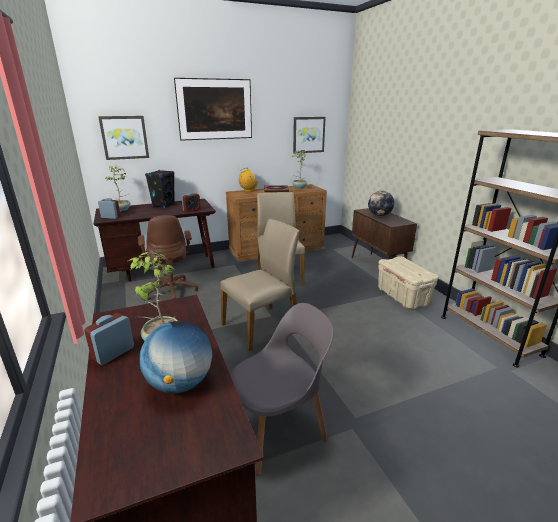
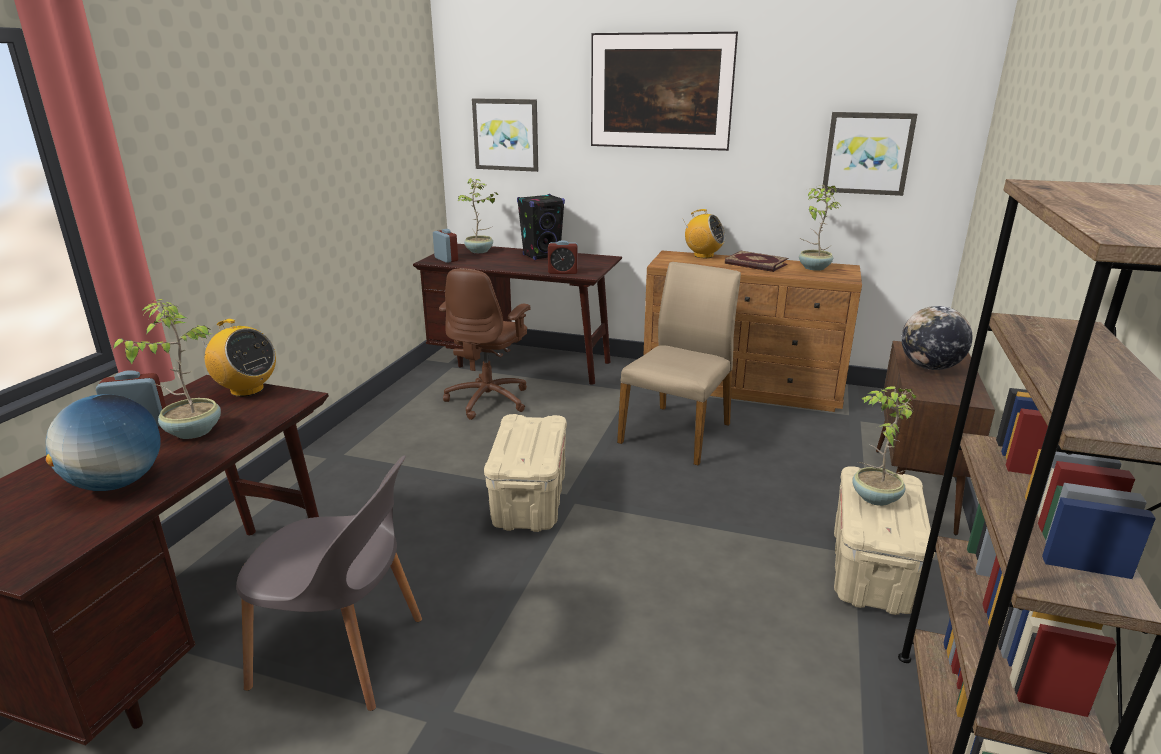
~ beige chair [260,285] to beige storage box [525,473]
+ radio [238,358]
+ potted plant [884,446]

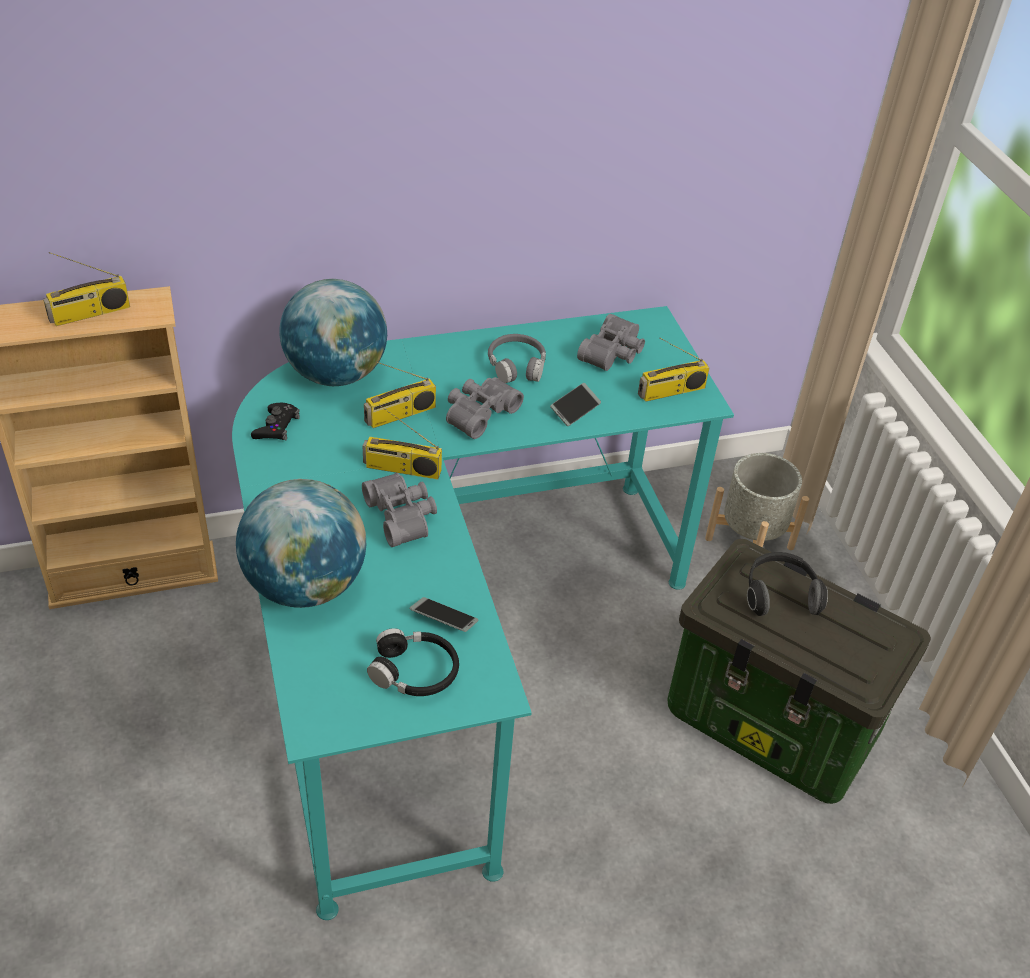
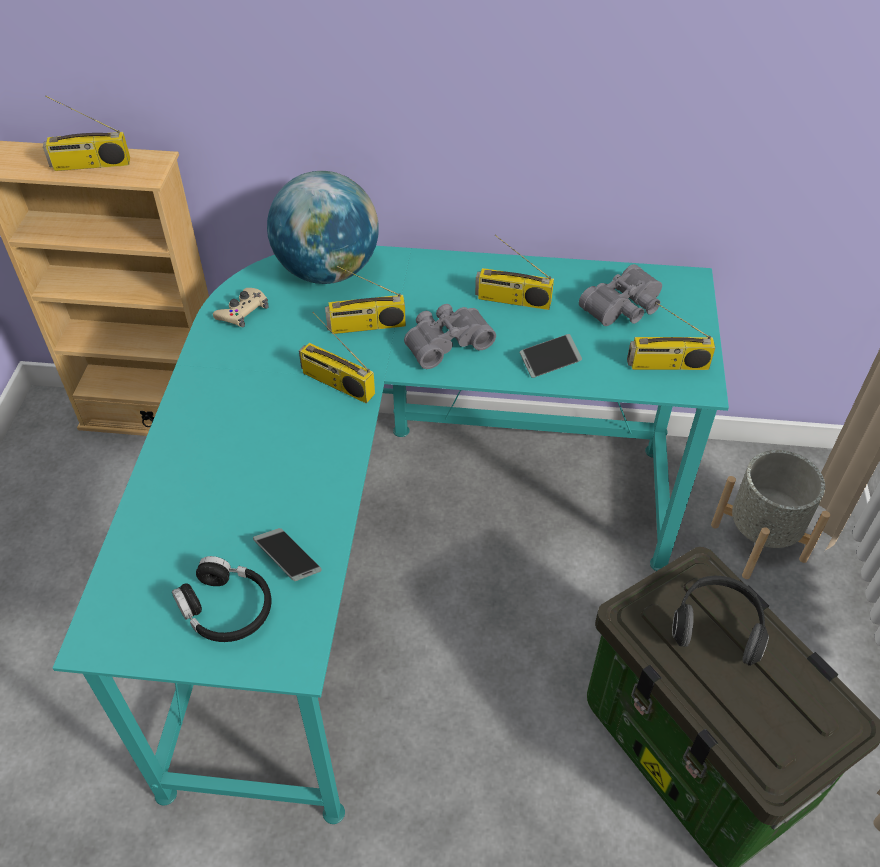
- globe [301,543]
~ black game controller [275,421] to beige game controller [241,308]
- grey binoculars [399,510]
~ grey headphones [517,358] to radio [514,272]

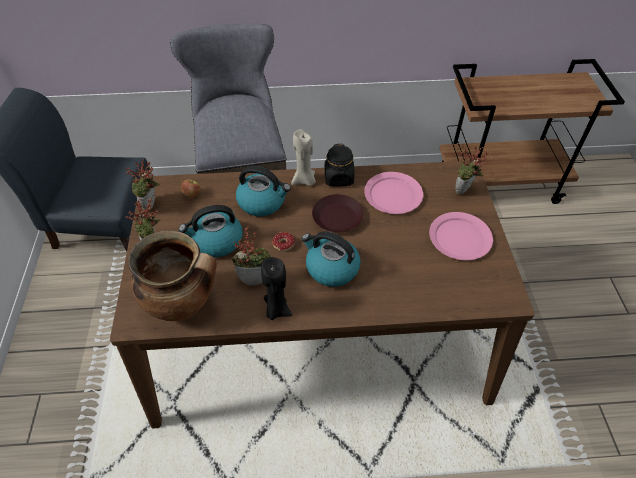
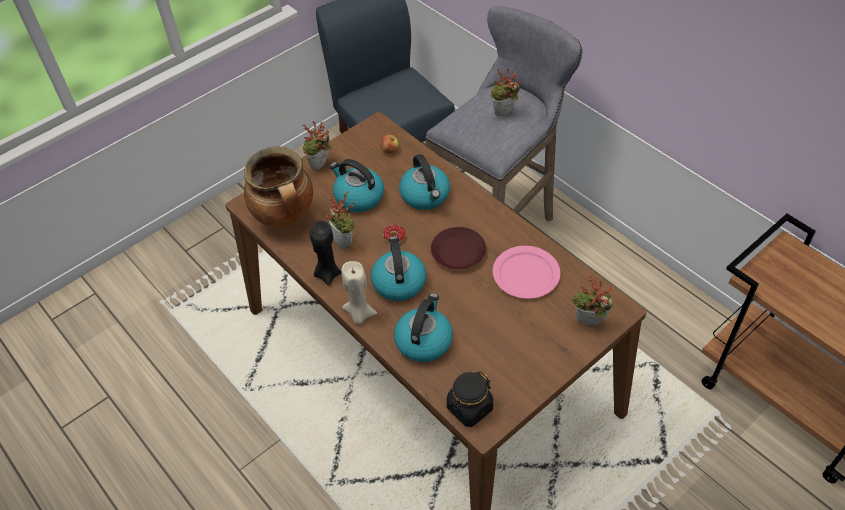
~ potted plant [143,184] to [505,92]
~ beige candle [303,157] to [359,292]
~ black jar [340,165] to [470,399]
- pink plate [461,236]
+ kettle [423,327]

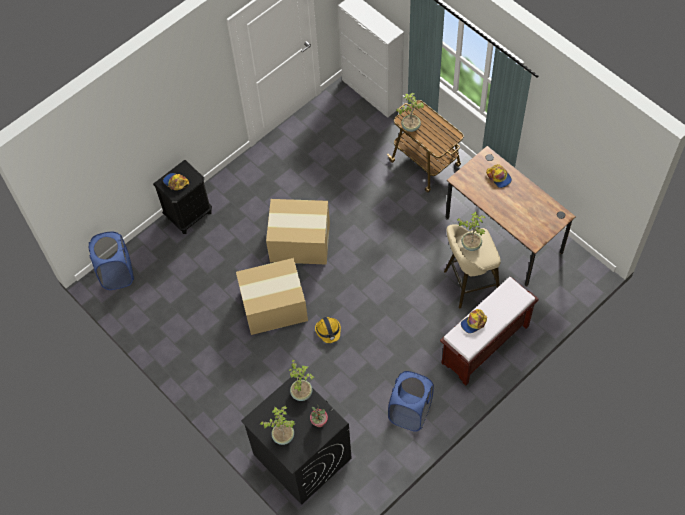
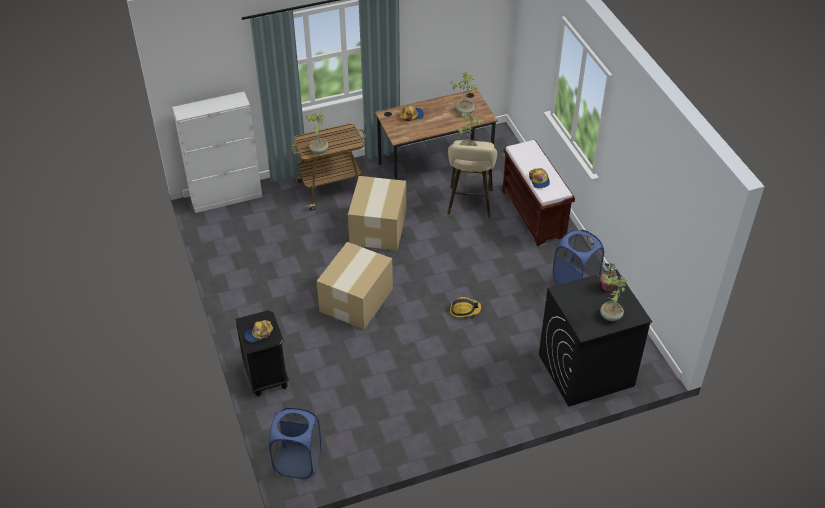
~ cardboard box [272,296] to [377,213]
~ potted plant [301,380] to [464,93]

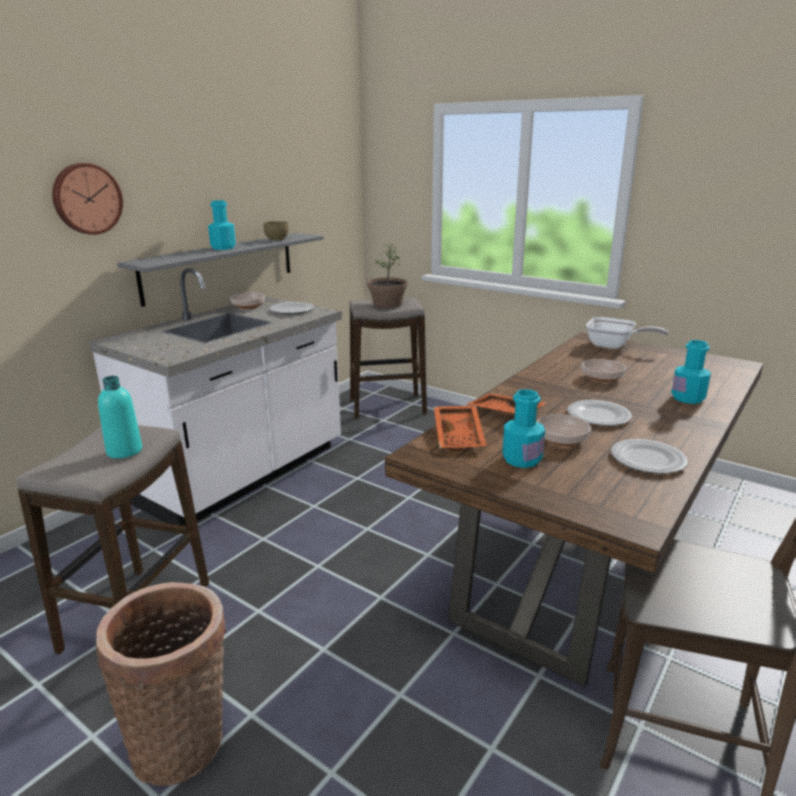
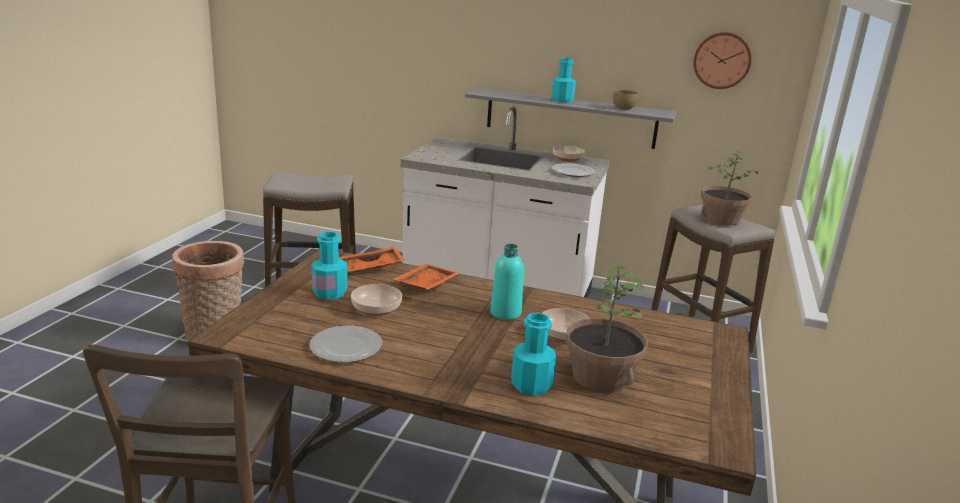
~ wall clock [87,199] to [722,60]
~ turquoise bottle [120,417] to [507,282]
- plate [599,413]
- frying pan [627,333]
+ potted plant [607,329]

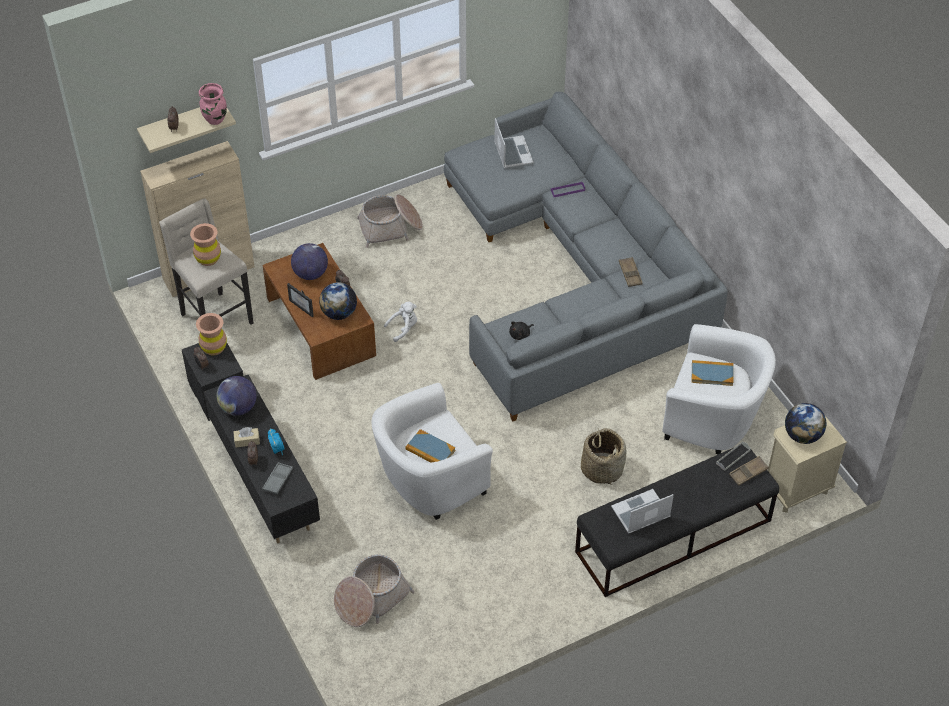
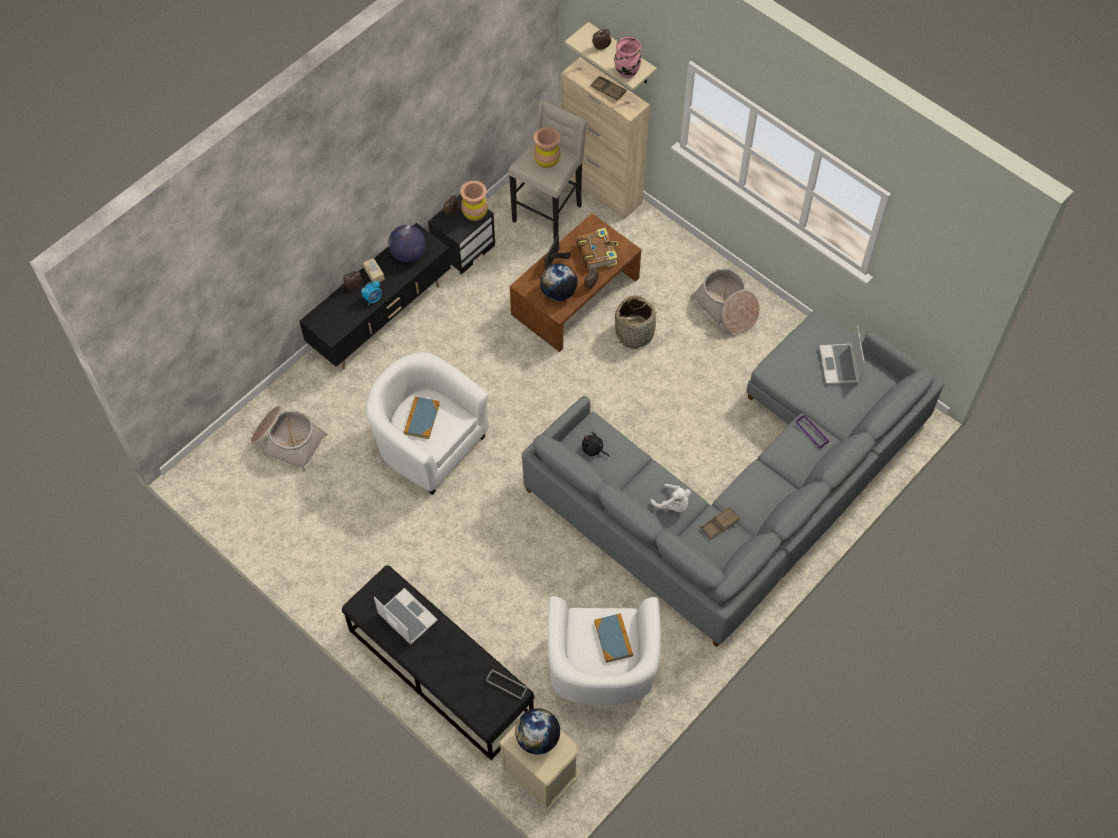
- grey tray [277,478]
~ globe [309,261] to book [597,249]
~ white plush toy [400,322] to [670,498]
~ laptop [513,143] = [842,355] 120 degrees clockwise
~ basket [603,456] to [637,322]
~ brown tray [749,471] to [608,88]

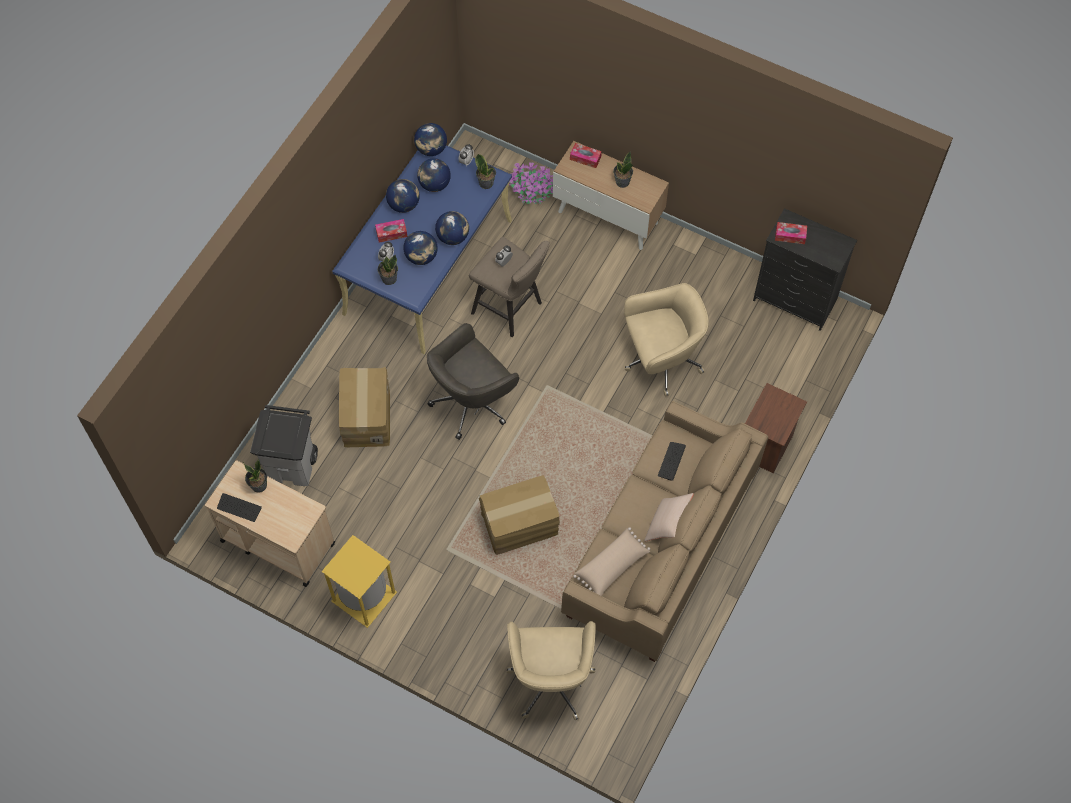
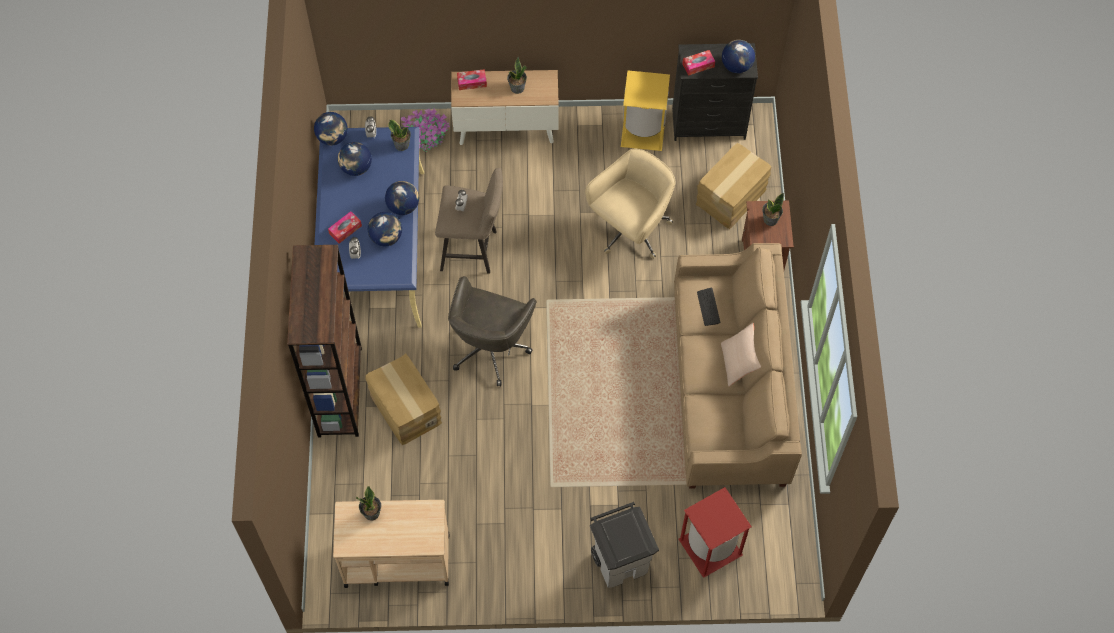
- keyboard [239,507]
~ grey trash can [284,445] to [624,545]
~ yellow trash can [359,581] to [645,110]
~ potted plant [387,270] to [773,209]
~ globe [403,196] to [738,56]
~ cardboard box [519,515] to [734,186]
~ beige office chair [551,670] to red trash can [715,532]
- beige pillow [611,561]
+ brown bookcase [324,341]

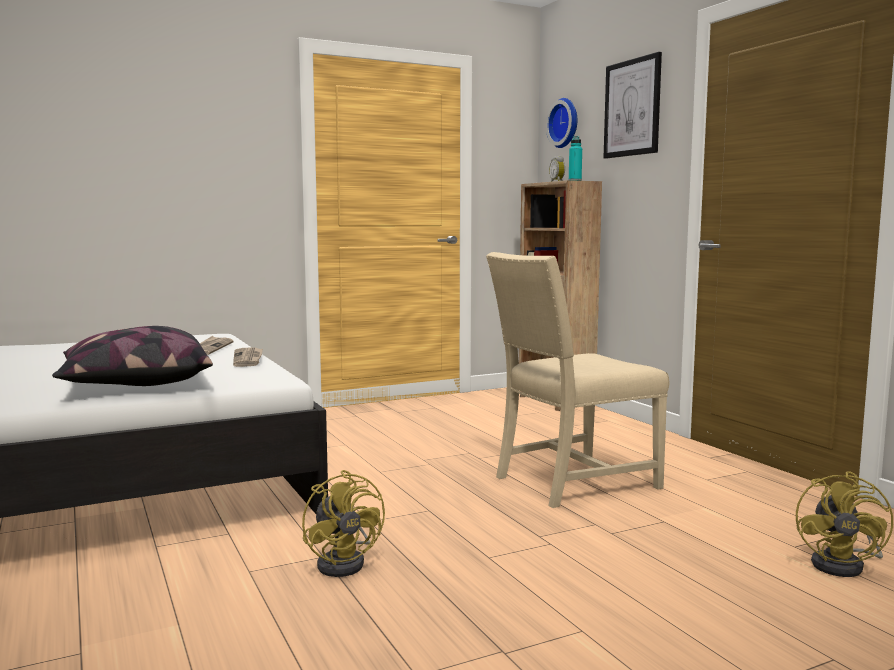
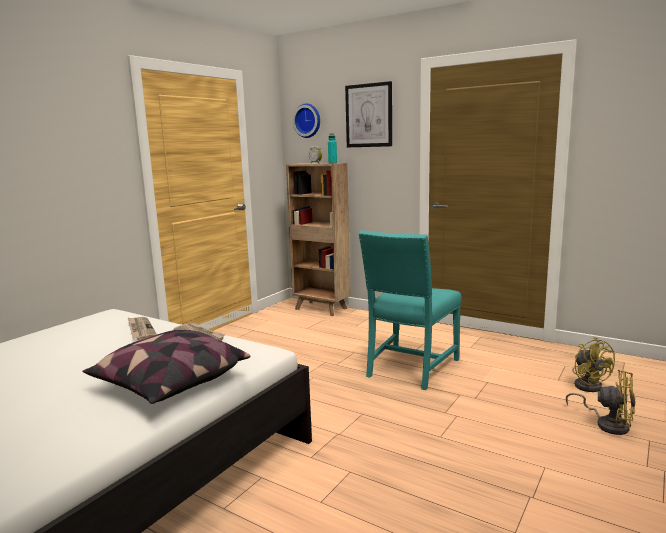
~ yellow fan [343,523] to [601,402]
~ beige chair [577,380] to turquoise chair [410,310]

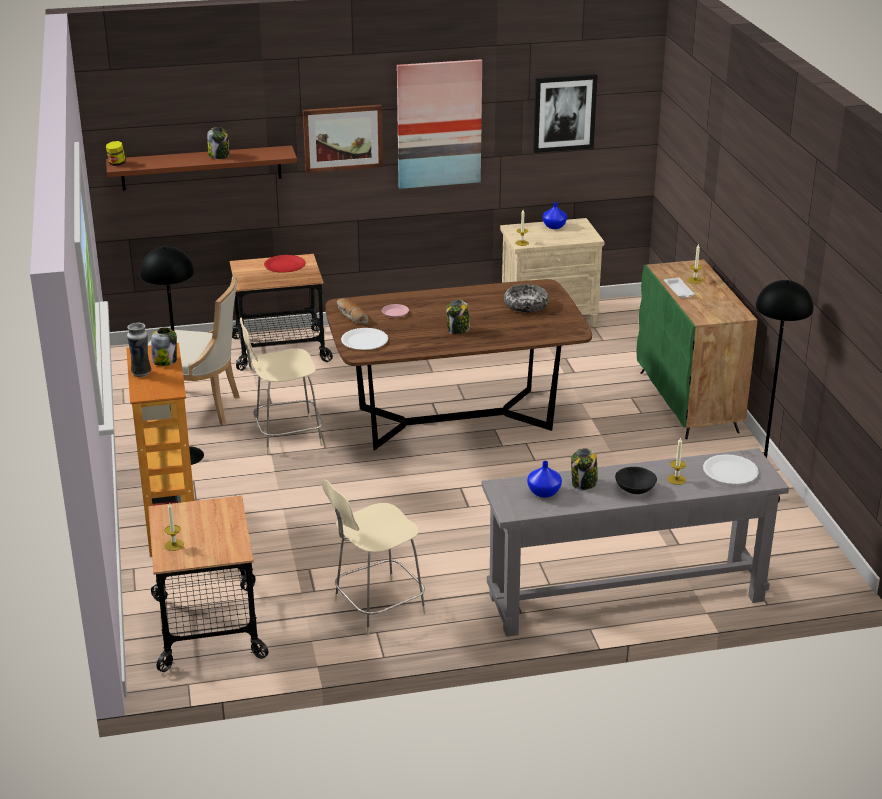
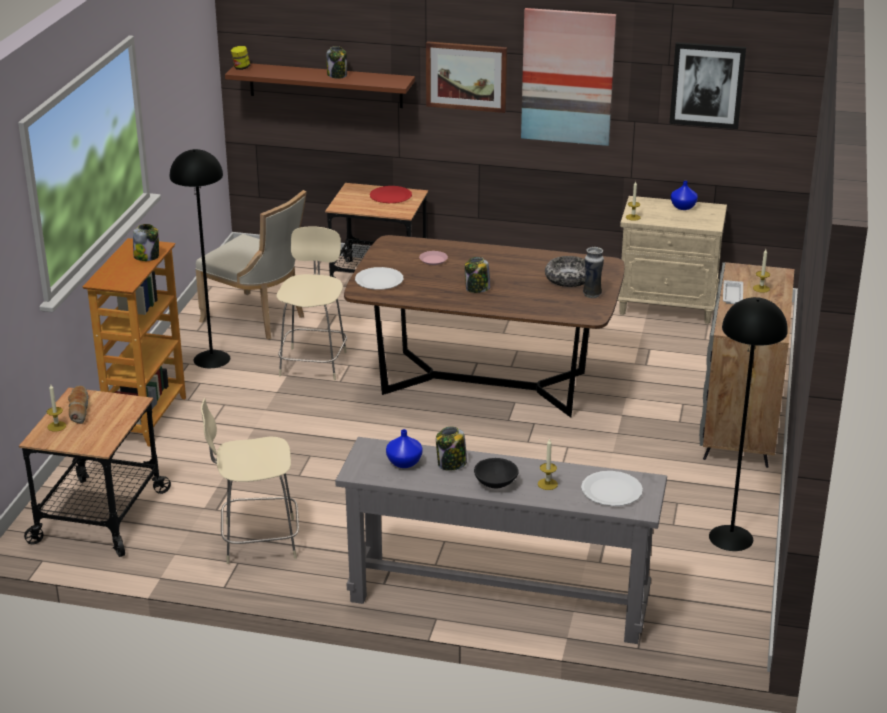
~ vase [139,349] to [593,272]
~ beige chair [281,386] = [311,303] 90 degrees clockwise
~ bread [353,311] to [78,405]
~ green cabinet [696,349] to grey cabinet [746,365]

